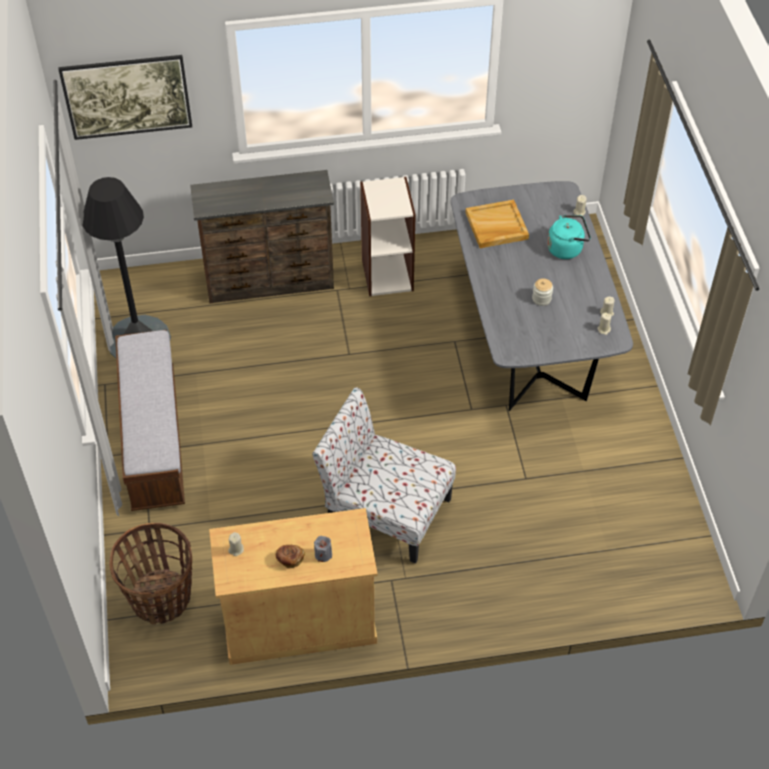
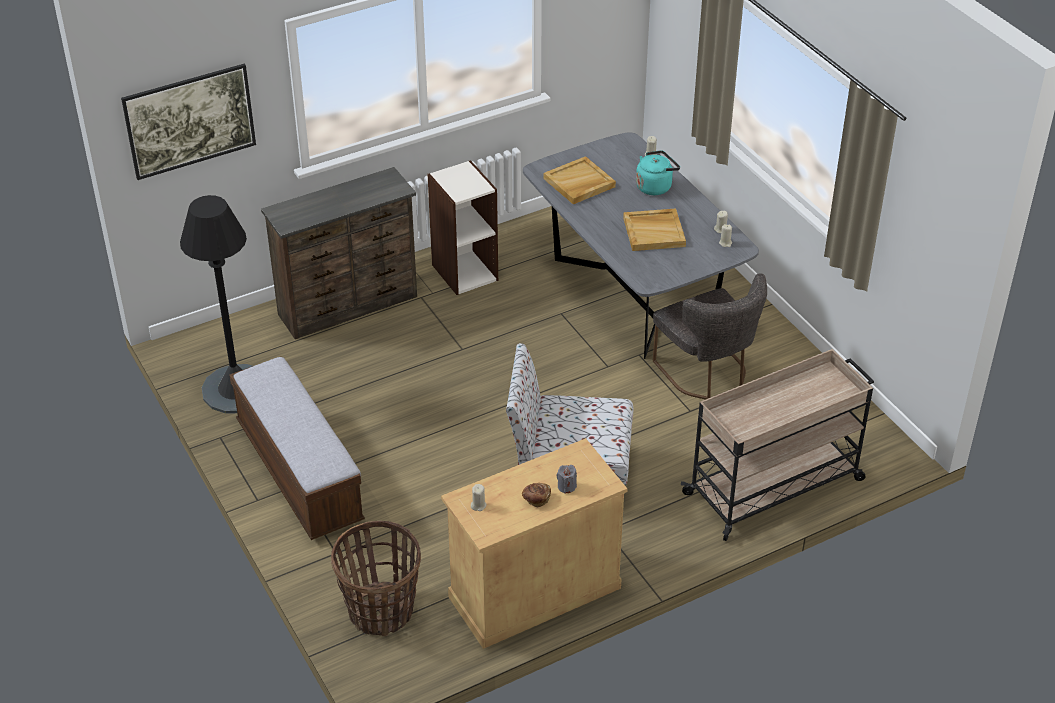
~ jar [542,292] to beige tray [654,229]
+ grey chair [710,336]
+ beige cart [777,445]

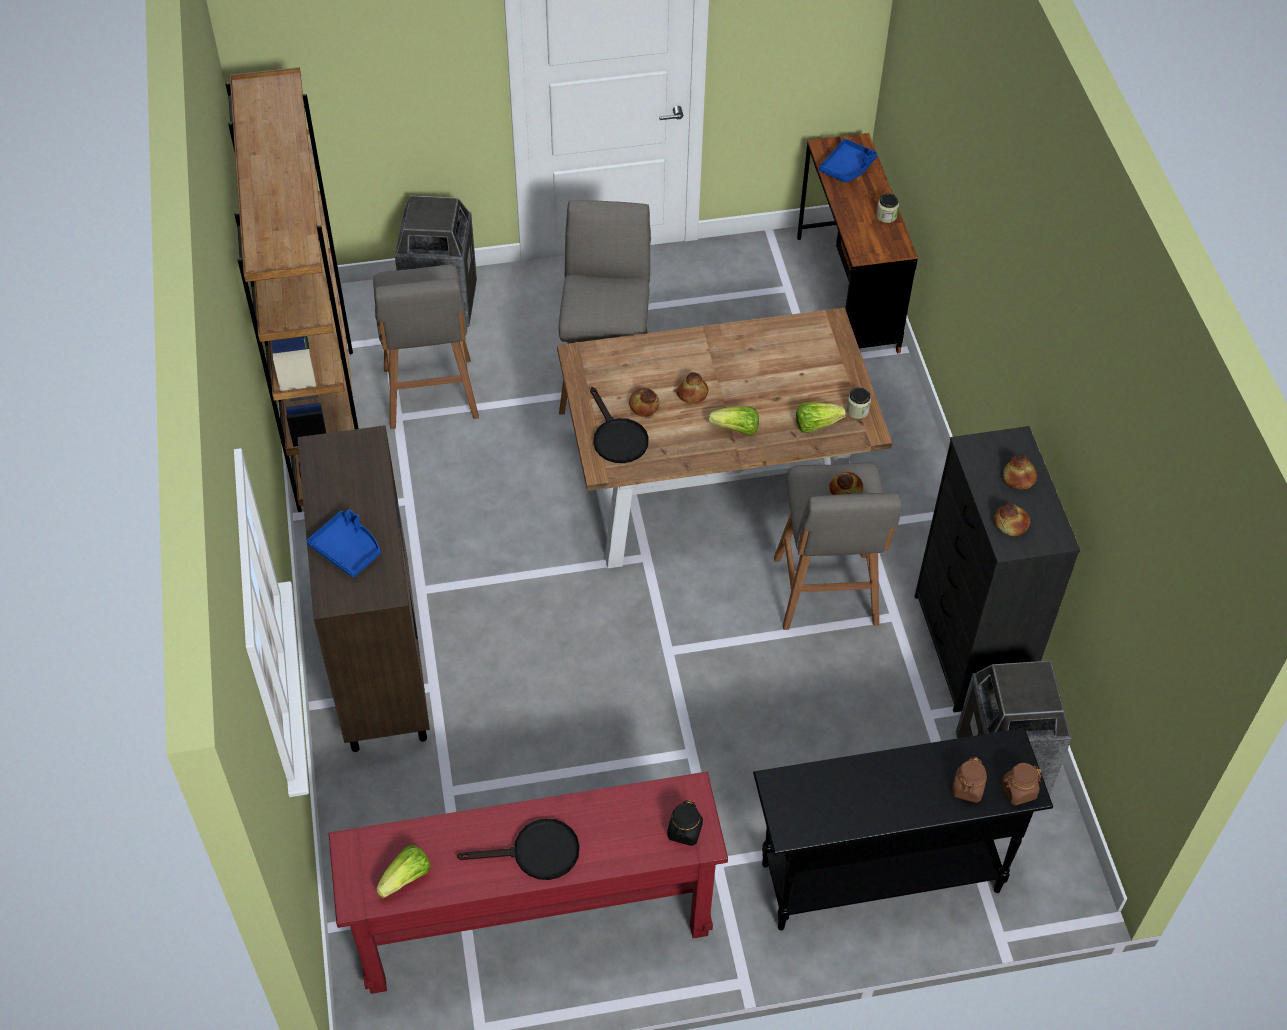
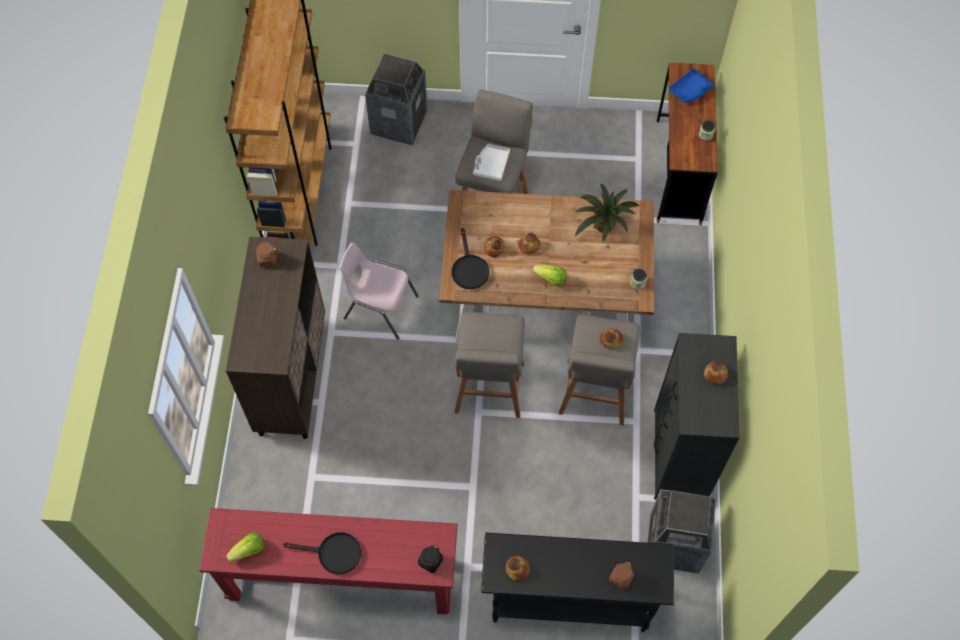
- blue tray [344,544]
~ grey stool [426,347] to [489,365]
- lettuce [821,417]
~ bread [1012,519] to [518,568]
~ brown jar [1021,784] to [266,254]
+ pink chair [379,291]
+ white tray [491,162]
+ potted plant [606,212]

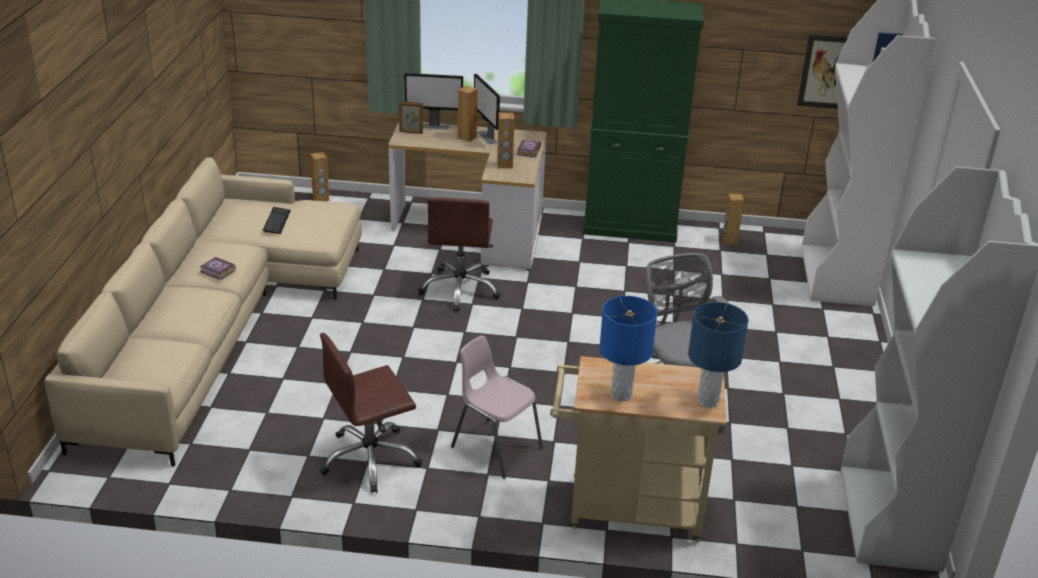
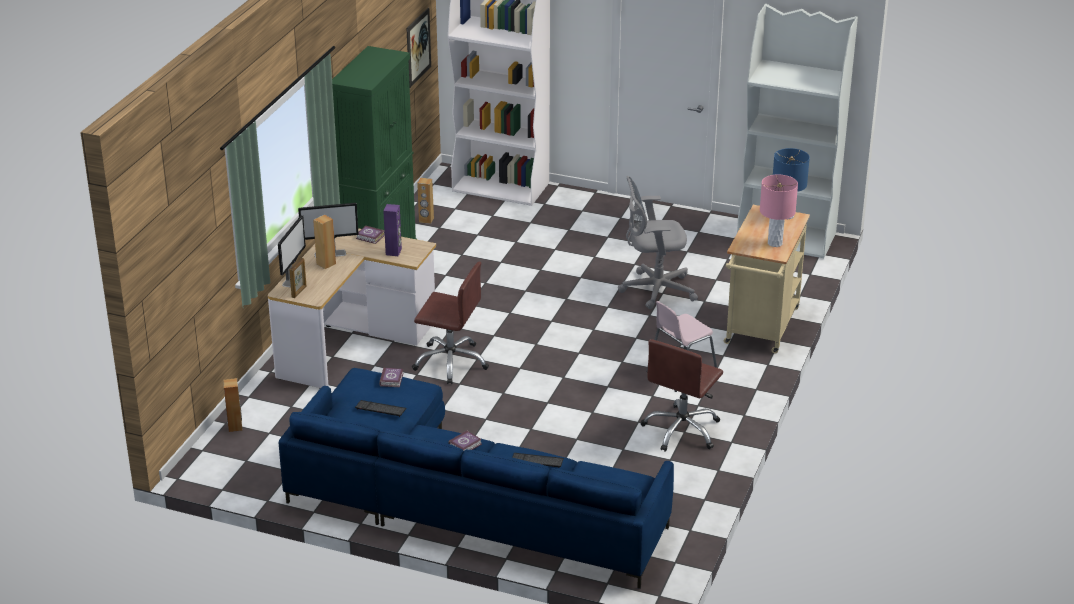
~ beige sofa [203,312] to blue sofa [476,478]
~ brown office chair [371,413] = [682,395] 45 degrees clockwise
~ brown speaker [506,140] to purple speaker [393,230]
~ blue table lamp [628,348] to pink table lamp [779,210]
+ book [391,377]
+ keyboard [538,460]

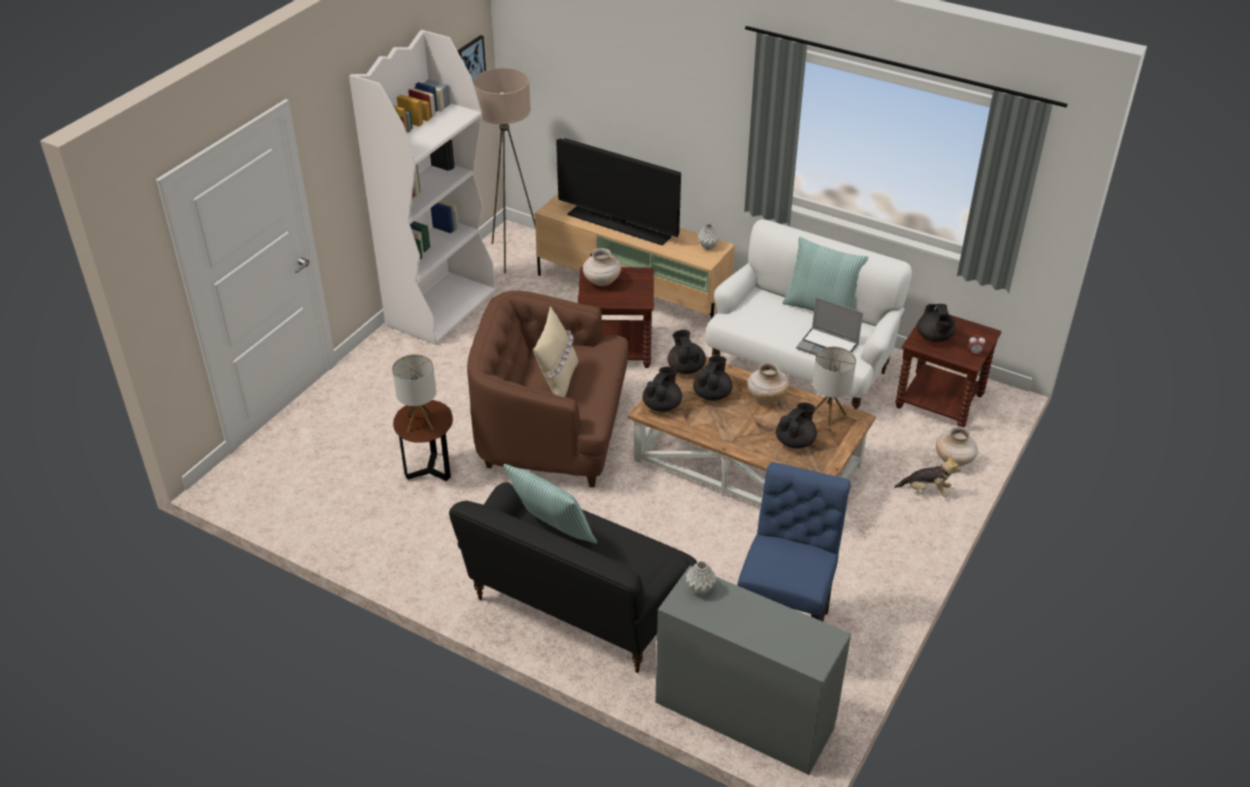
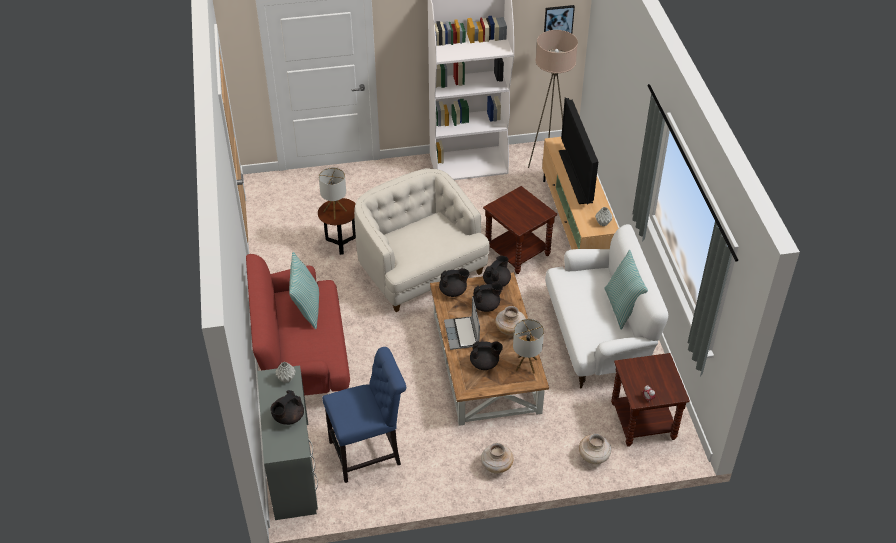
~ black sofa [573,577] to red sofa [298,325]
~ brown armchair [548,389] to white armchair [421,240]
- beige pillow [555,351]
~ beige vase [602,267] to [497,458]
~ laptop [829,326] to [462,323]
- plush toy [927,476]
~ black teapot [936,323] to [287,407]

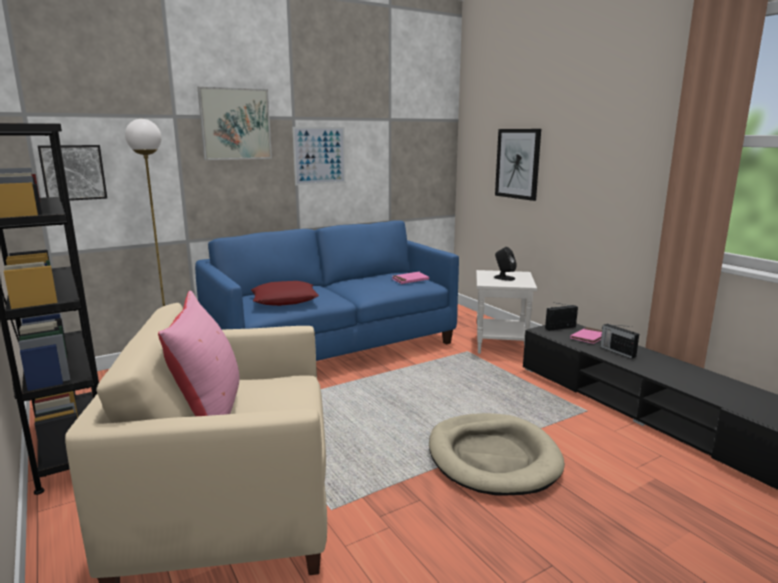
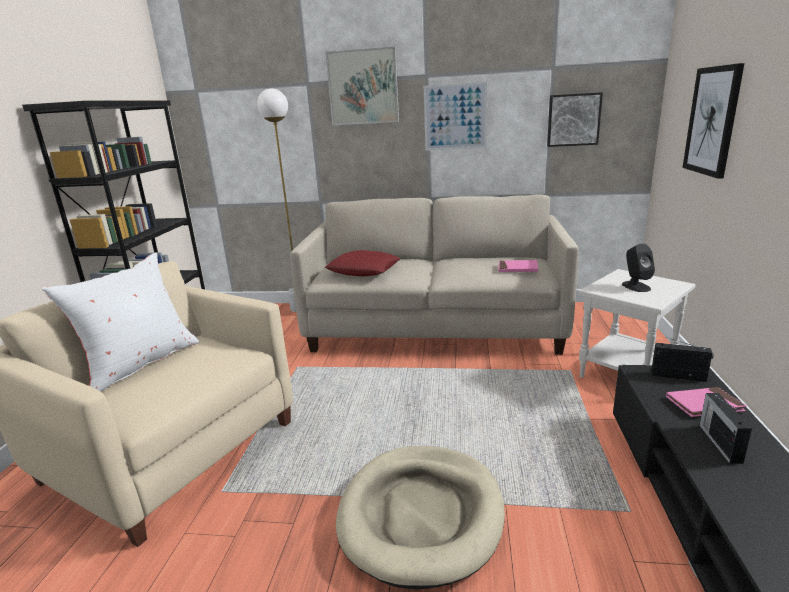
~ picture [72,173] to [575,119]
~ pink pillow [198,353] to white pillow [120,322]
~ blue sofa [327,290] to beige sofa [434,274]

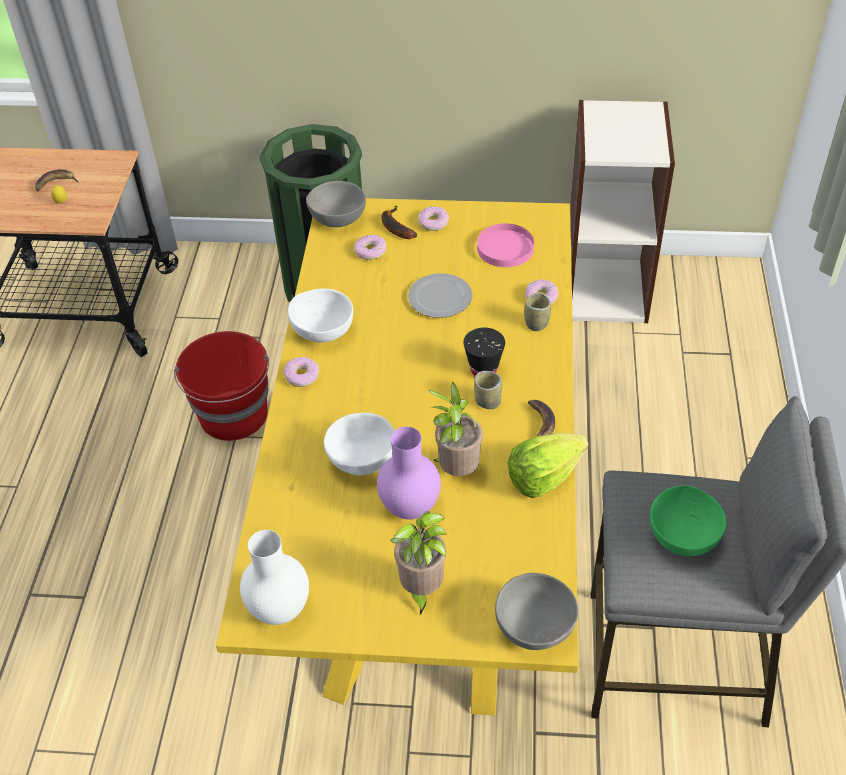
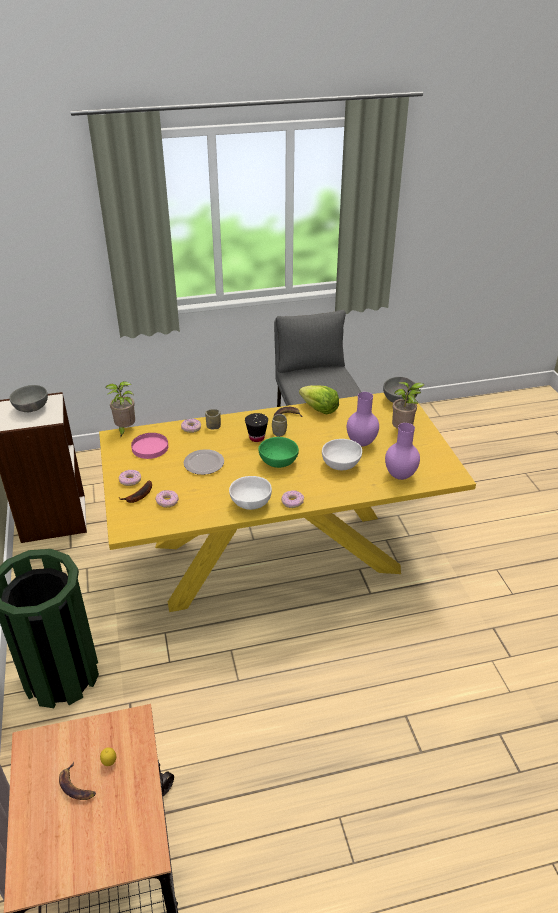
- red bucket [221,386]
- white vase [274,577]
~ grey bowl [336,204] to [28,398]
~ potted plant [456,429] to [120,409]
~ green bowl [688,520] to [278,452]
+ purple vase [402,451]

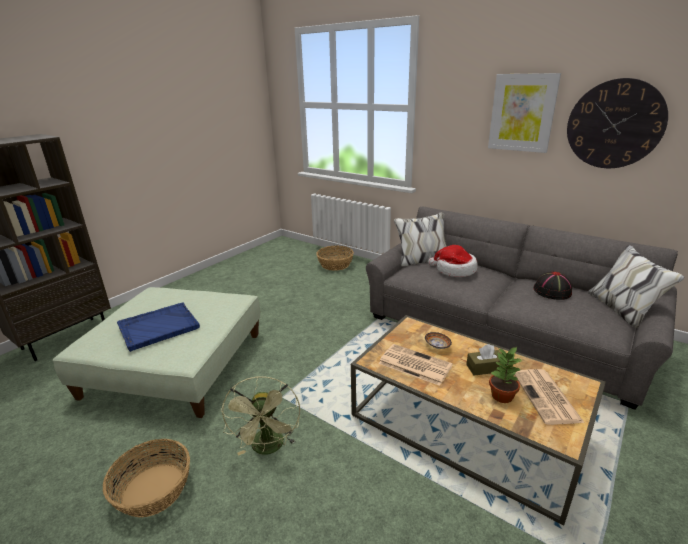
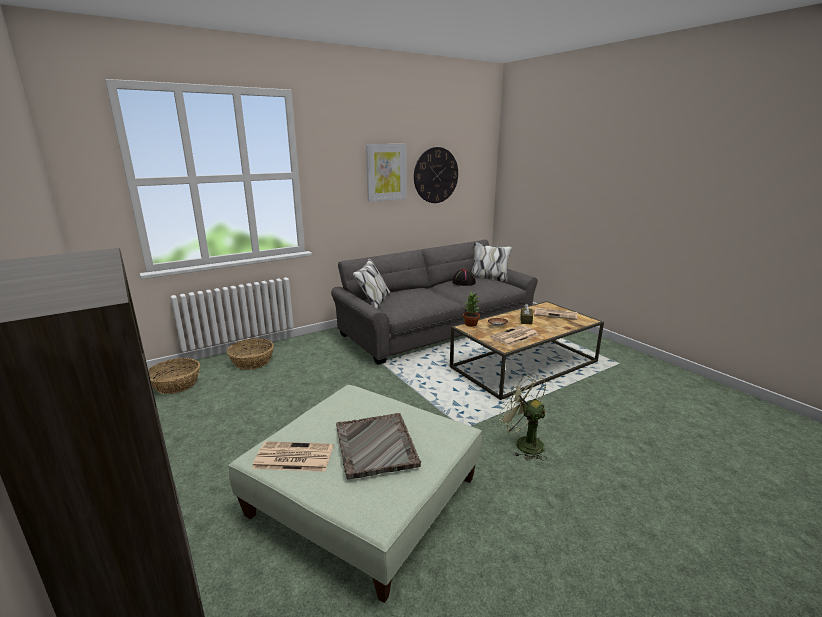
~ basket [146,478] to [174,376]
~ blue tray [158,327] to grey tray [378,446]
~ green fan [260,416] = [522,417] 150 degrees counterclockwise
- hat [452,261]
~ potted plant [505,375] to [471,309]
+ newspaper [292,456]

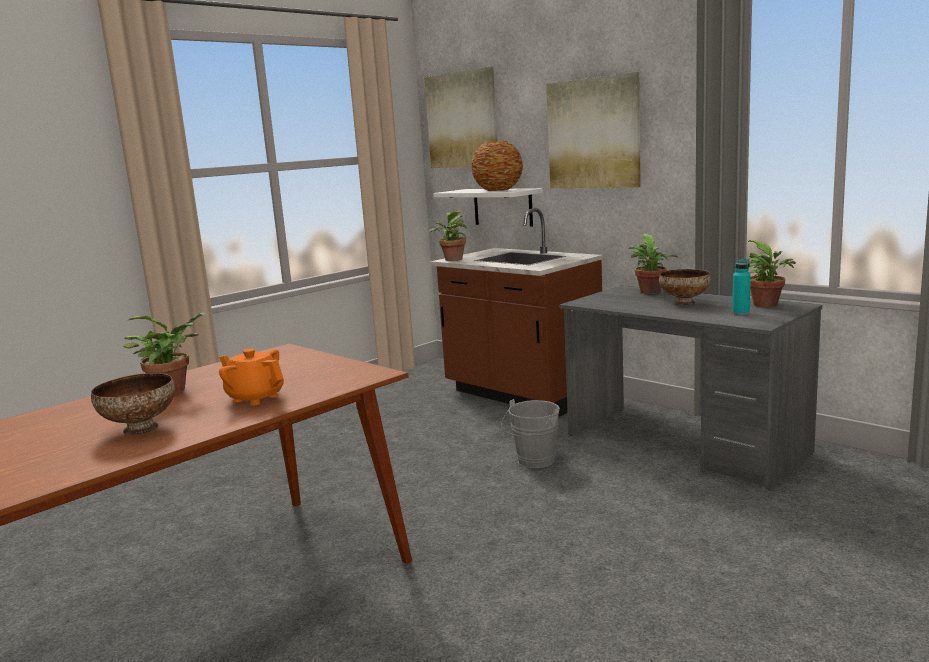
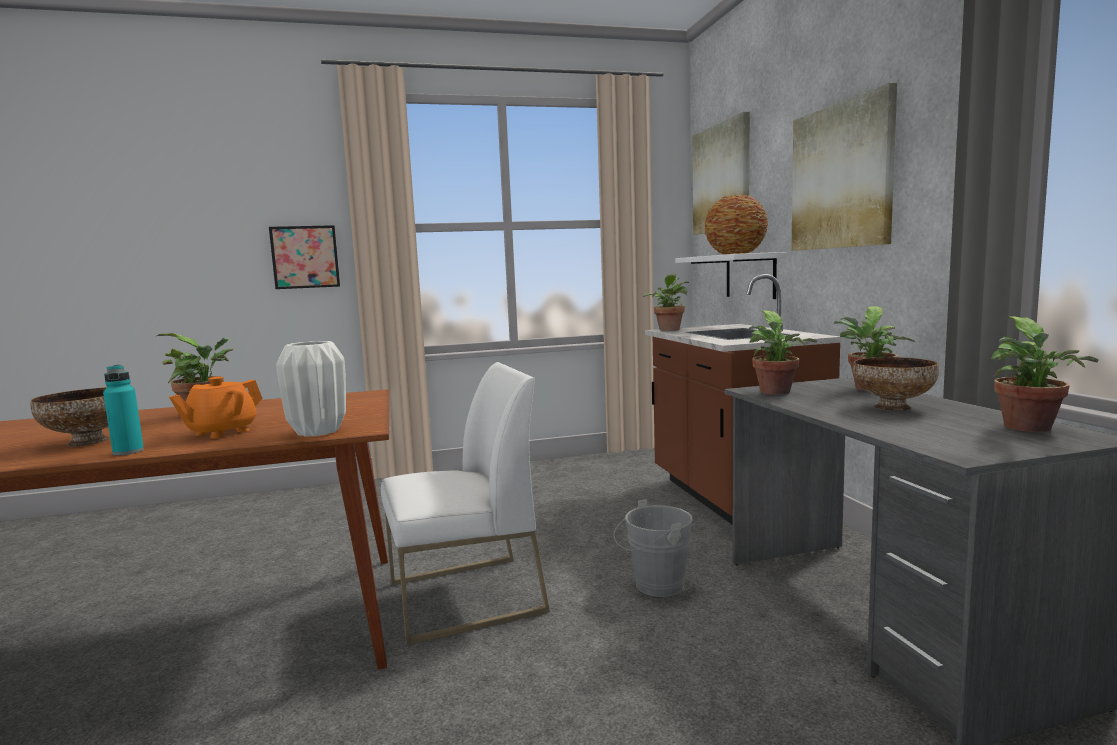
~ orange teapot [251,377] = [215,408] 120 degrees counterclockwise
~ turquoise bottle [741,287] to [123,410]
+ picture [304,257]
+ white vase [311,389]
+ white chair [465,504]
+ potted plant [783,353]

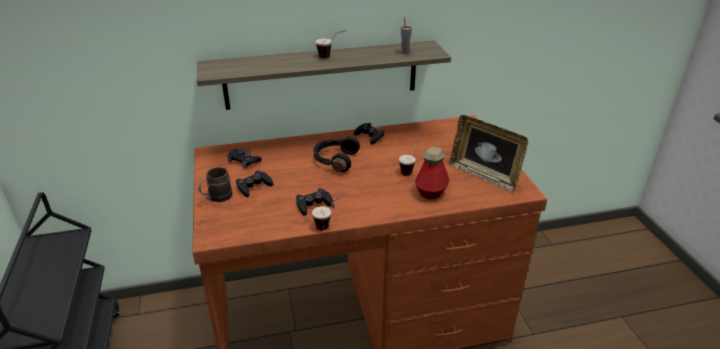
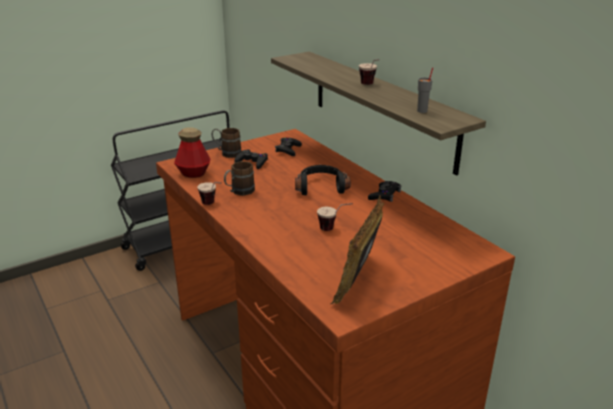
~ black game controller [315,202] to brown mug [239,178]
~ bottle [432,173] to [192,152]

